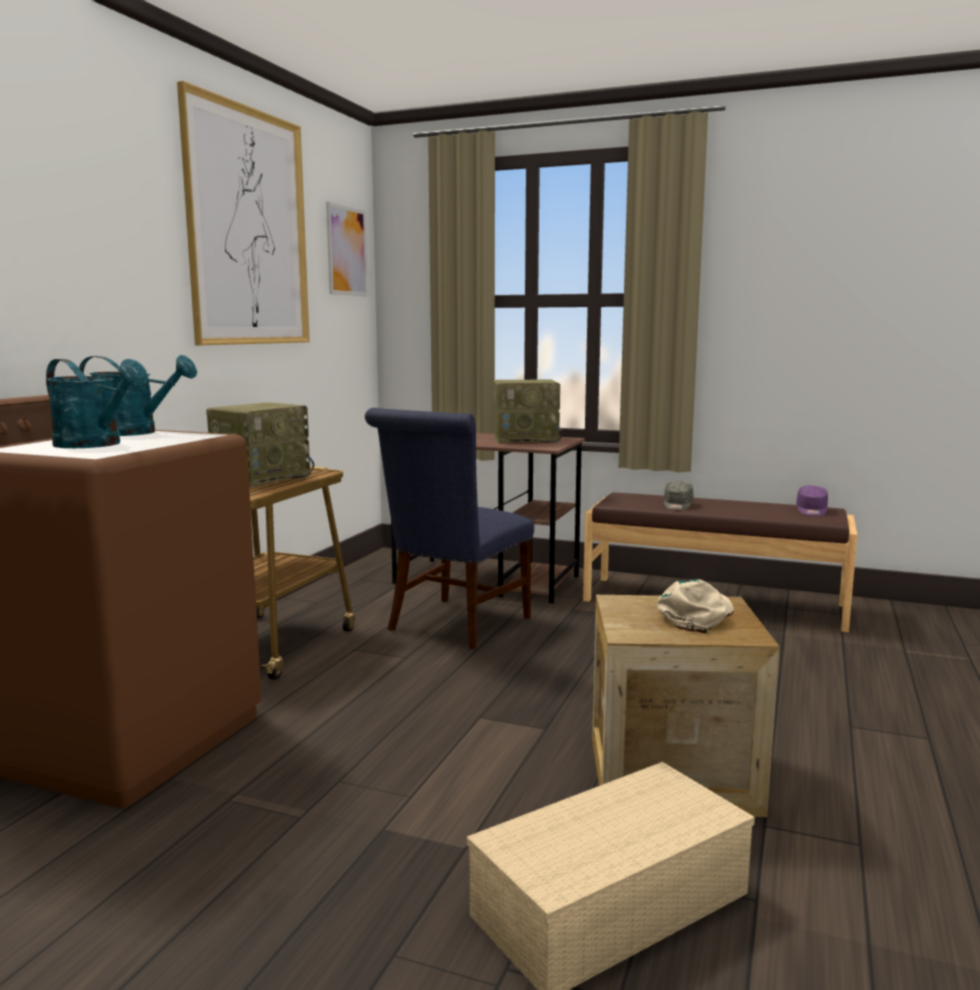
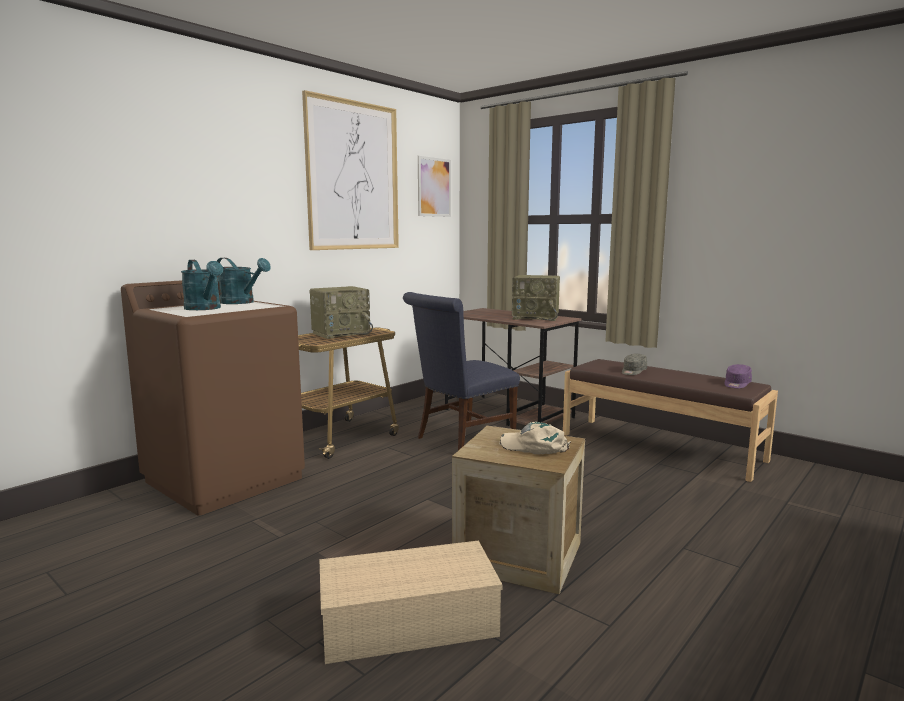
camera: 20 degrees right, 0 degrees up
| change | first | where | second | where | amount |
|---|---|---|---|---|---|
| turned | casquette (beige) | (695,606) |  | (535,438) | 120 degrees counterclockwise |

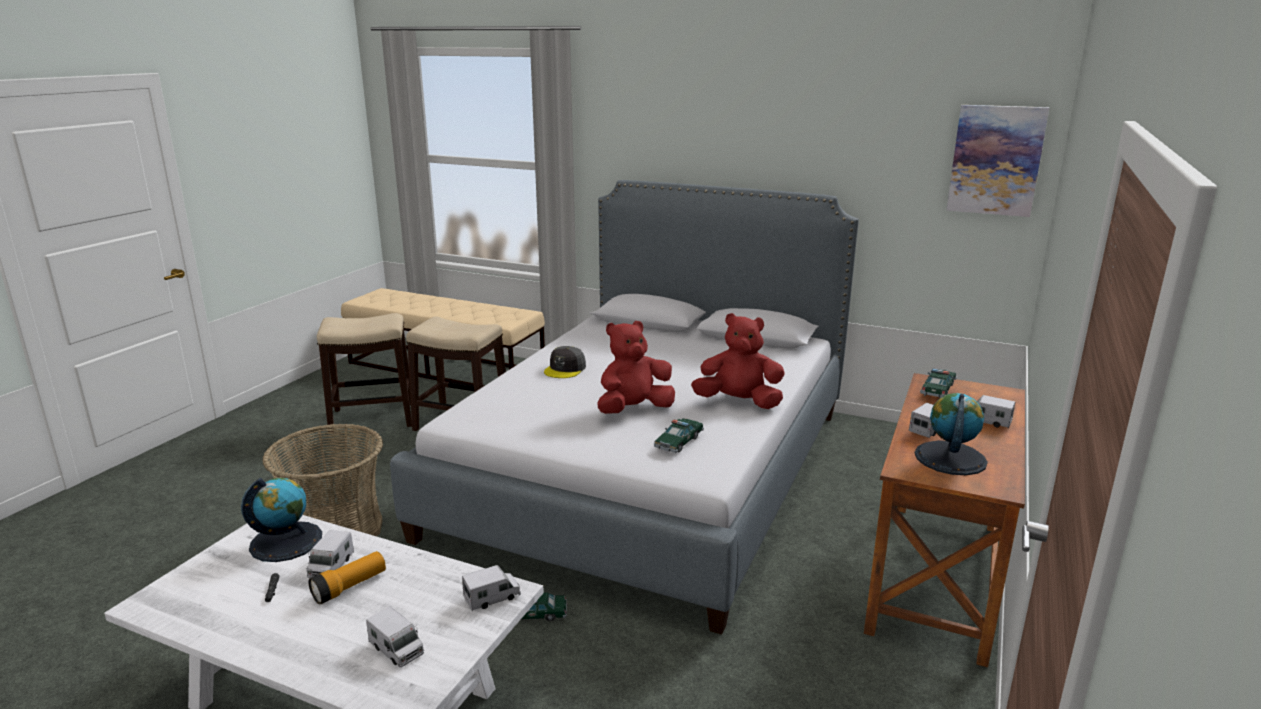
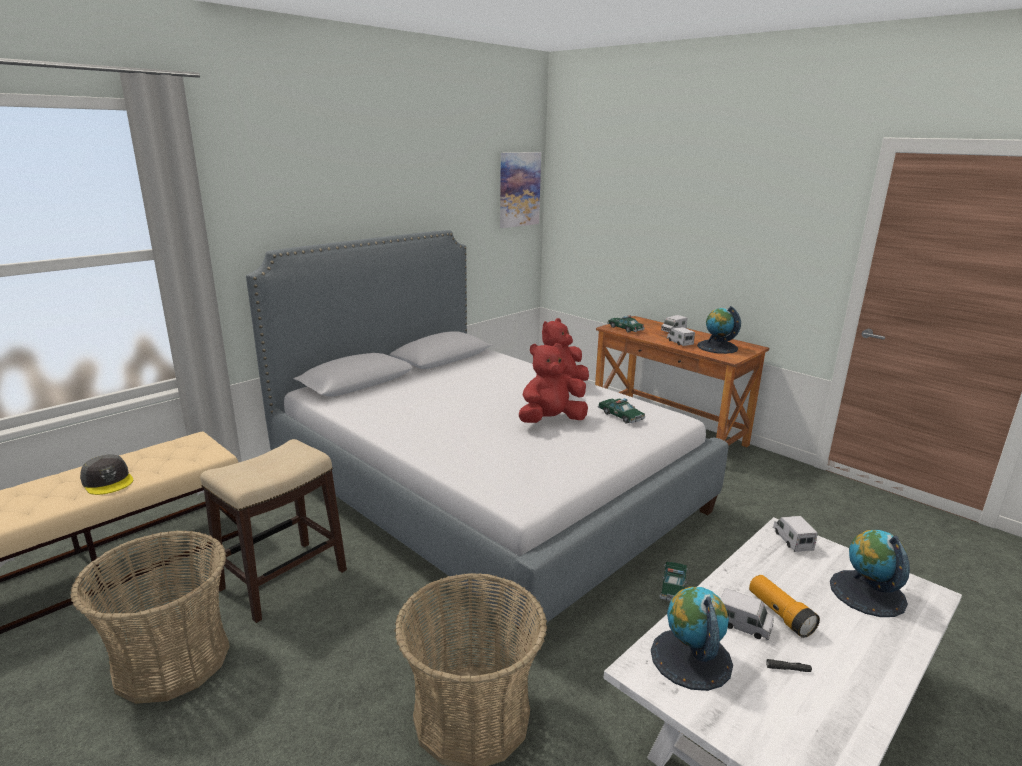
camera: 70 degrees left, 0 degrees up
| change | first | where | second | where | amount |
|---|---|---|---|---|---|
| replaced | tabouret | (364,372) | panier | (150,617) |  |
| turned | peluche (rouge) | (636,367) |  | (553,383) | 75 degrees clockwise |
| moved | casquette (gris) | (565,362) |  | (106,474) |  |
| replaced | camion jouet | (395,637) | globe | (870,573) |  |

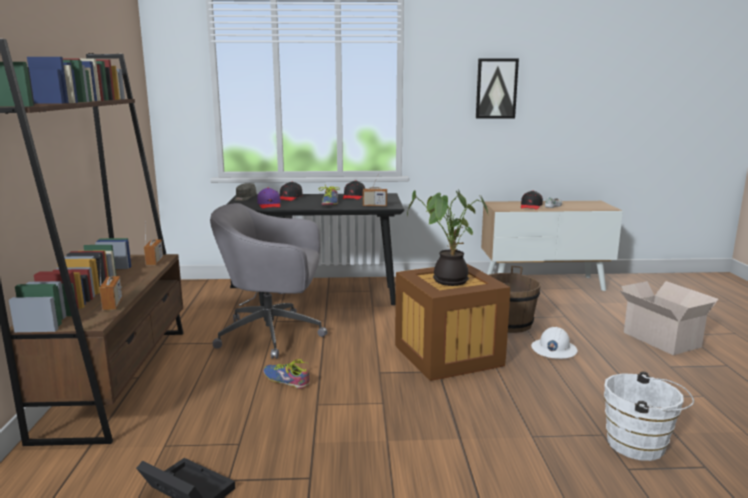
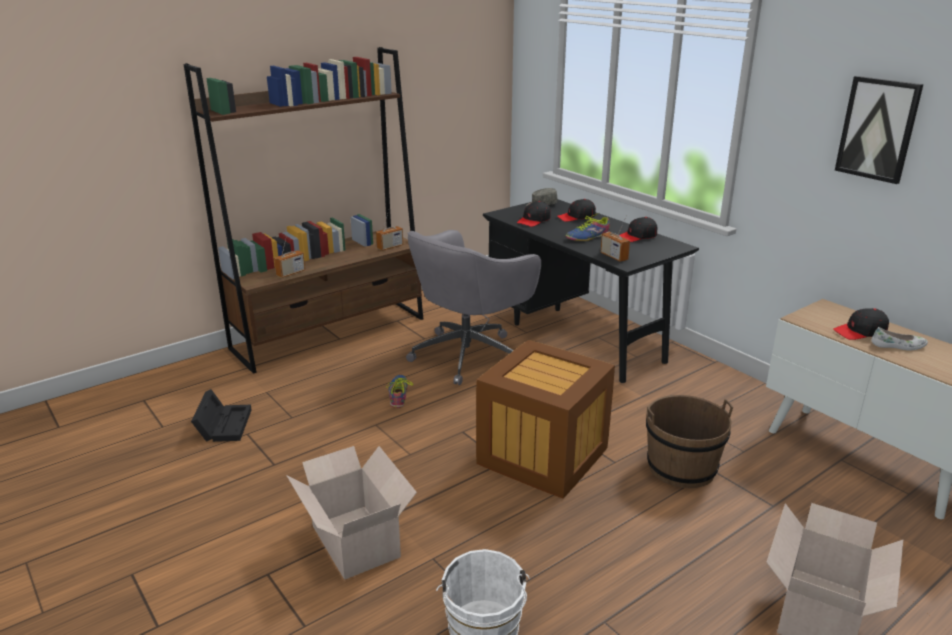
camera: 55 degrees right, 10 degrees up
| change | first | where | second | where | amount |
|---|---|---|---|---|---|
| recoloured | casquette (violet) | (269,198) | casquette (noir) | (534,214) |  |
| removed | plante en pot | (448,237) |  |  |  |
| turned | chaise de bureau (gris) | (269,281) |  | (473,307) | 105 degrees counterclockwise |
| removed | casque de chantier (blanc) | (554,343) |  |  |  |
| added |  |  | carton | (352,513) |  |

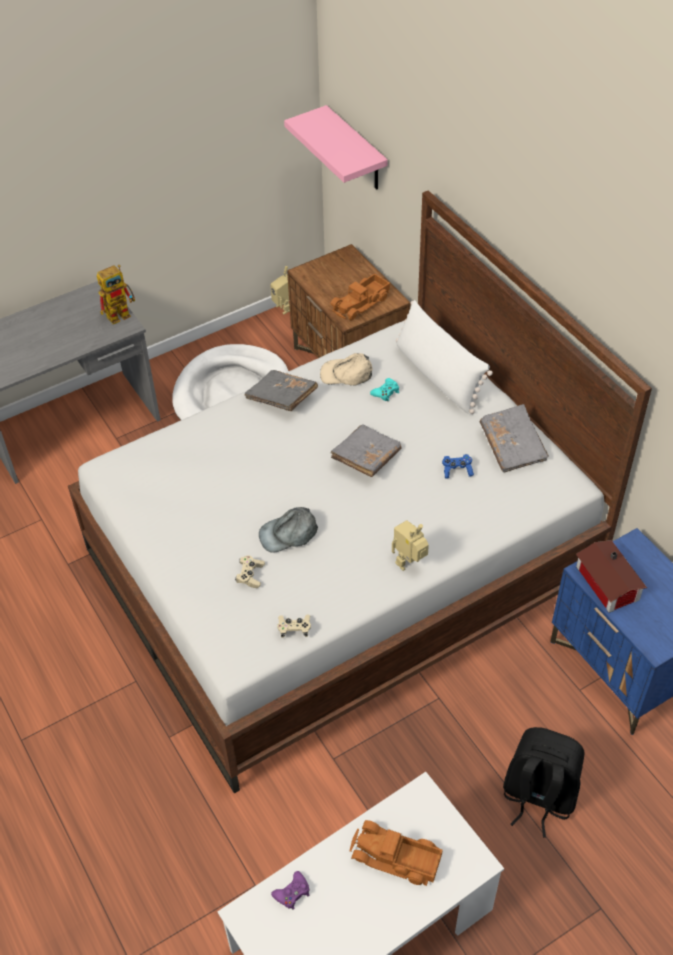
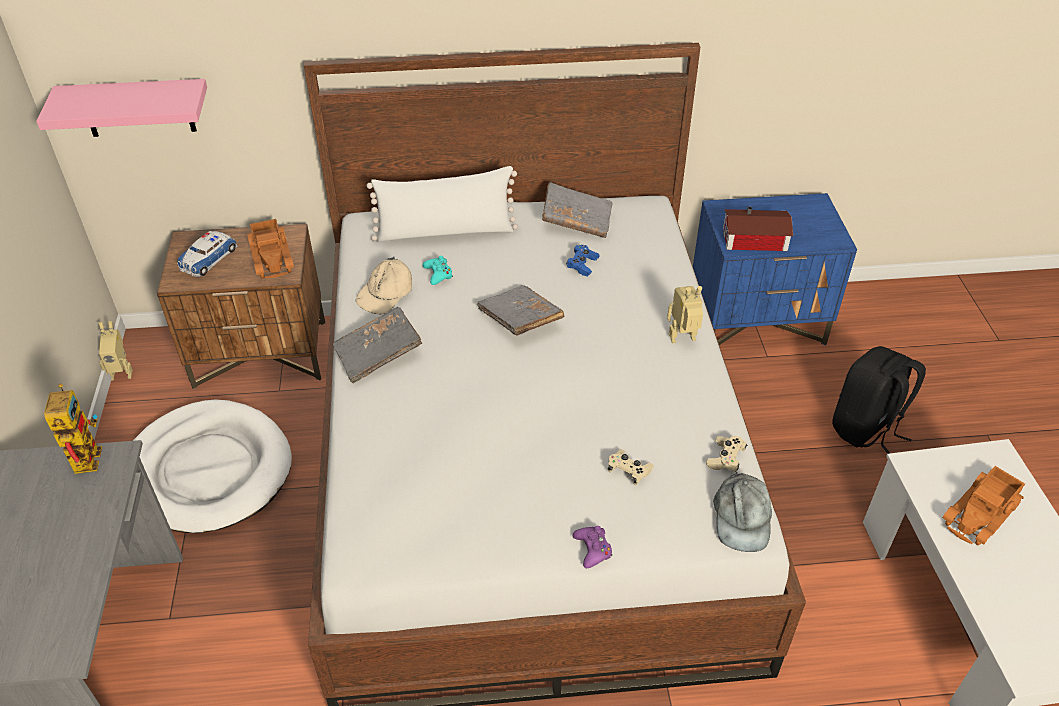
camera: 65 degrees left, 5 degrees down
| change | first | where | second | where | amount |
|---|---|---|---|---|---|
| moved | casquette (gris) | (288,530) |  | (742,512) |  |
| turned | robot jouet | (410,545) |  | (685,314) | 90 degrees clockwise |
| moved | manette (violet) | (290,890) |  | (592,547) |  |
| added |  |  | petite voiture | (207,254) |  |

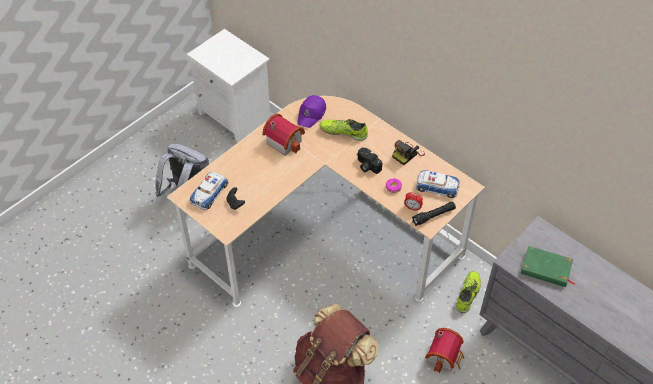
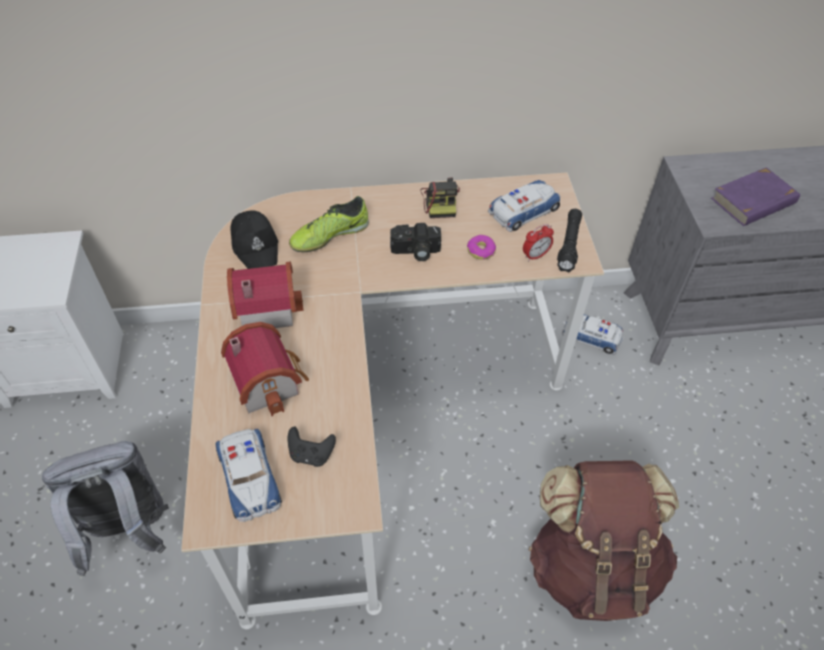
camera: 50 degrees left, 0 degrees up
| change | first | where | second | where | amount |
|---|---|---|---|---|---|
| recoloured | casquette (violet) | (311,111) | casquette (noir) | (254,239) |  |
| recoloured | livre (vert) | (548,266) | livre (violet) | (755,196) |  |
| replaced | chaussure | (468,292) | petite voiture | (592,334) |  |
| moved | maison miniature | (444,350) |  | (265,369) |  |

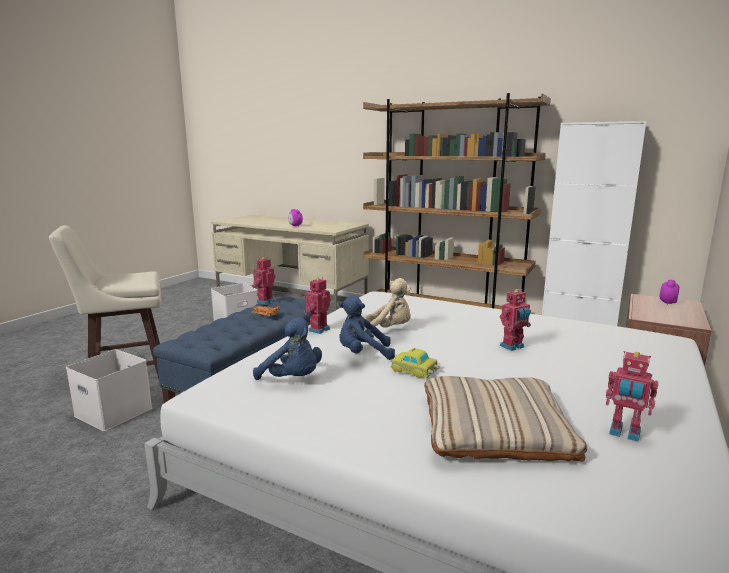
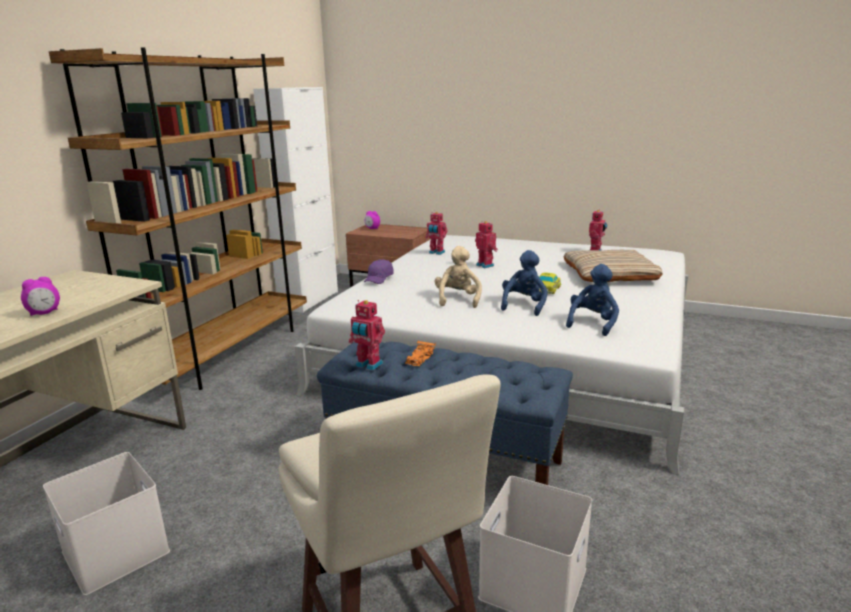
camera: 95 degrees left, 5 degrees up
| change | first | where | second | where | amount |
|---|---|---|---|---|---|
| moved | robot jouet | (317,305) |  | (436,233) |  |
| turned | peluche (bleu) | (367,328) |  | (524,283) | 150 degrees counterclockwise |
| added |  |  | casquette (violet) | (378,271) |  |

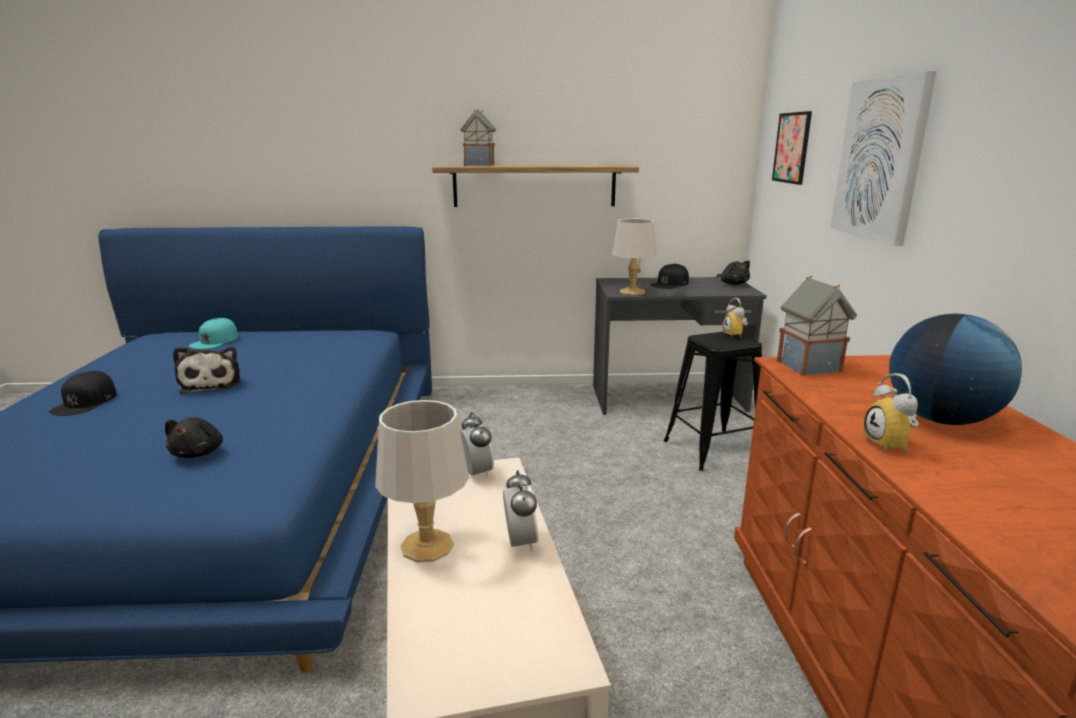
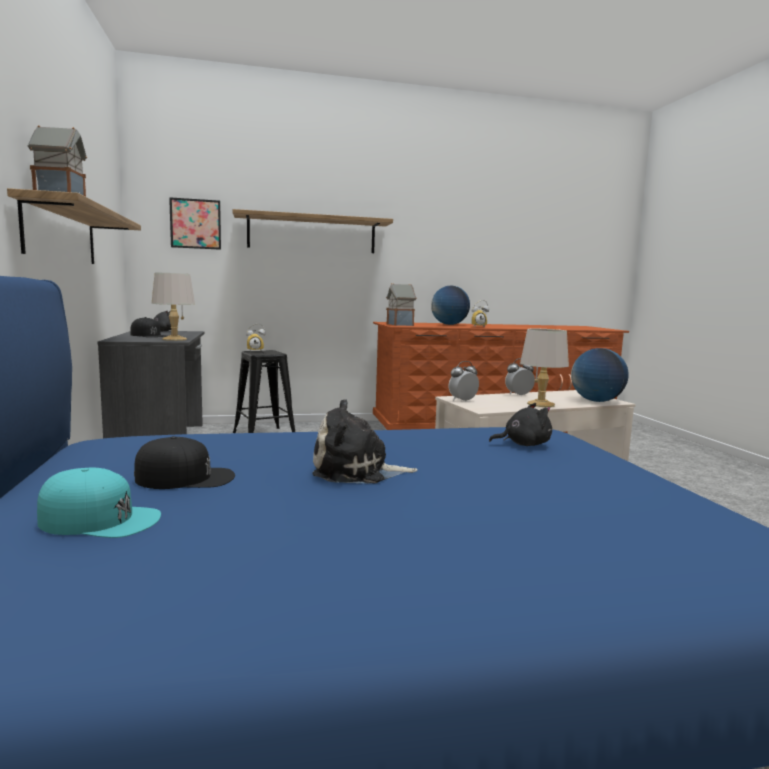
camera: 100 degrees left, 10 degrees down
| change | first | where | second | where | amount |
|---|---|---|---|---|---|
| replaced | tableau | (883,158) | étagère | (313,231) |  |
| turned | peluche | (207,370) |  | (364,441) | 150 degrees counterclockwise |
| moved | casquette (noir) | (83,393) |  | (184,462) |  |
| added |  |  | globe | (600,375) |  |

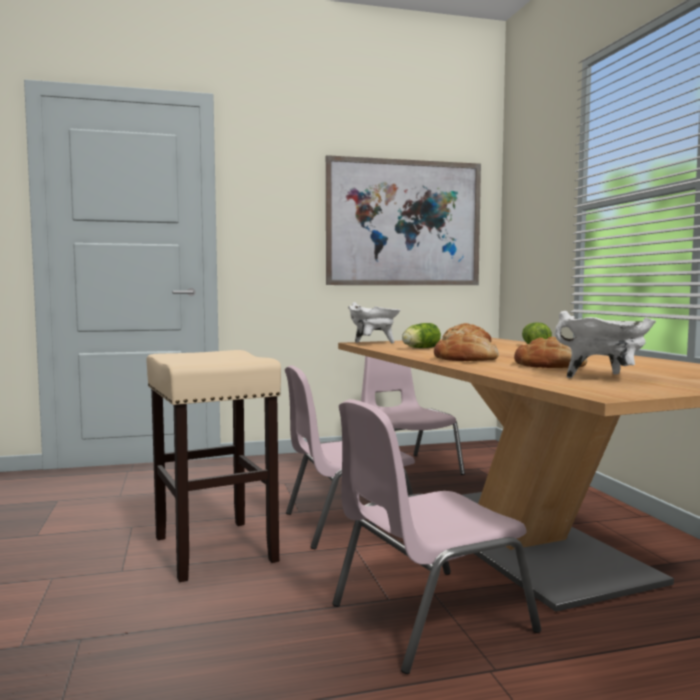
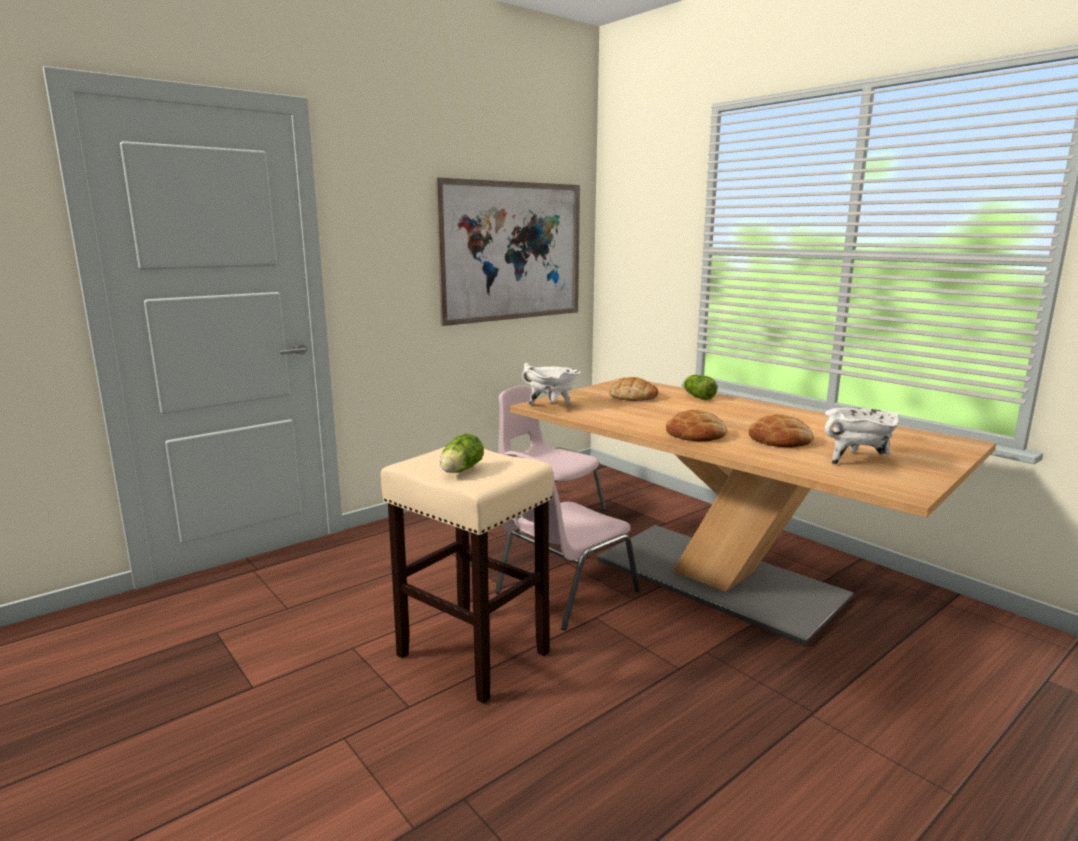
camera: 25 degrees left, 10 degrees up
| change | first | where | second | where | amount |
|---|---|---|---|---|---|
| moved | laitue | (421,335) |  | (462,453) |  |
| removed | chaise (rose) | (436,536) |  |  |  |

